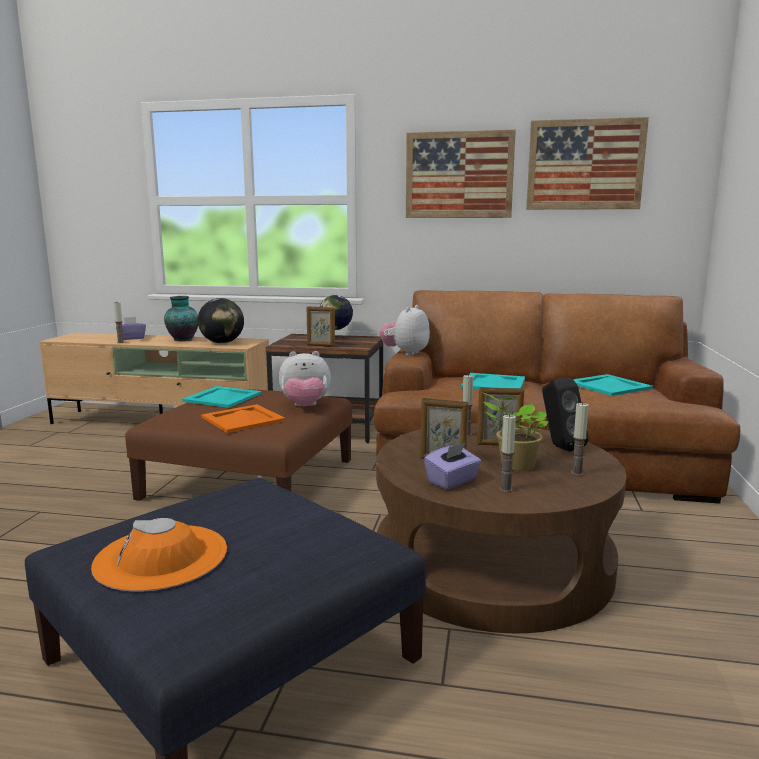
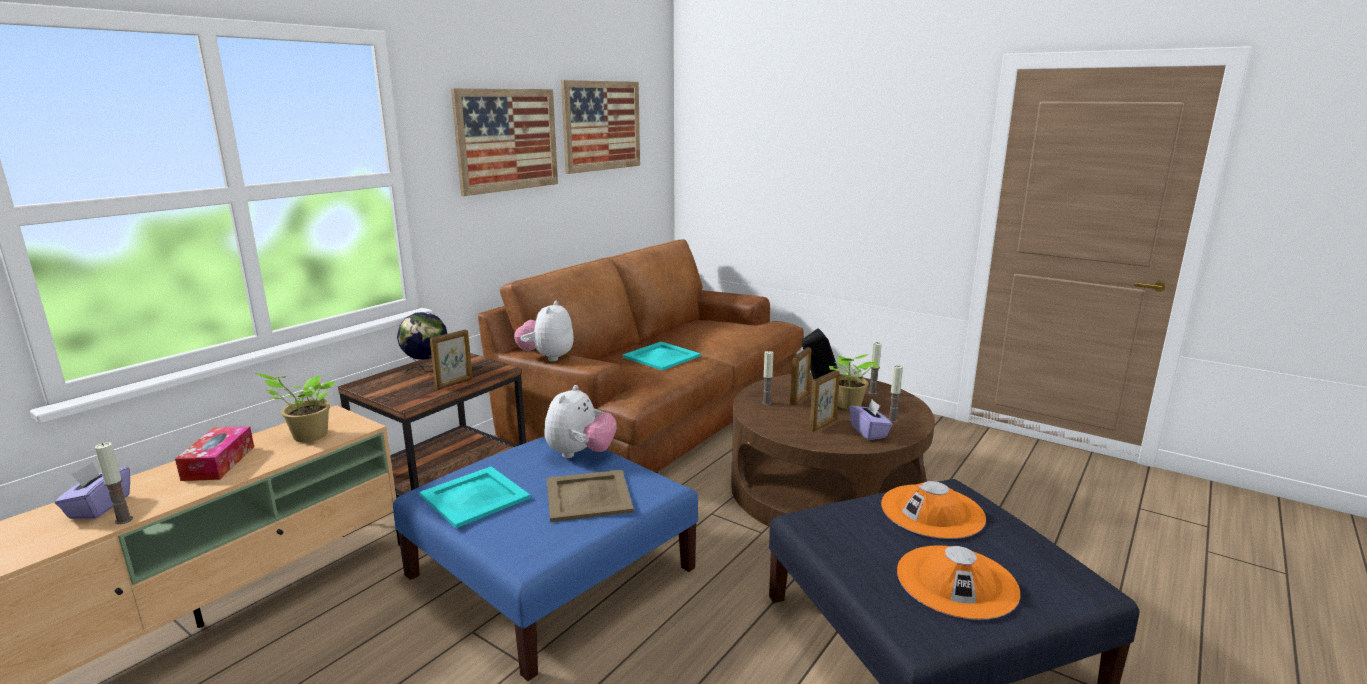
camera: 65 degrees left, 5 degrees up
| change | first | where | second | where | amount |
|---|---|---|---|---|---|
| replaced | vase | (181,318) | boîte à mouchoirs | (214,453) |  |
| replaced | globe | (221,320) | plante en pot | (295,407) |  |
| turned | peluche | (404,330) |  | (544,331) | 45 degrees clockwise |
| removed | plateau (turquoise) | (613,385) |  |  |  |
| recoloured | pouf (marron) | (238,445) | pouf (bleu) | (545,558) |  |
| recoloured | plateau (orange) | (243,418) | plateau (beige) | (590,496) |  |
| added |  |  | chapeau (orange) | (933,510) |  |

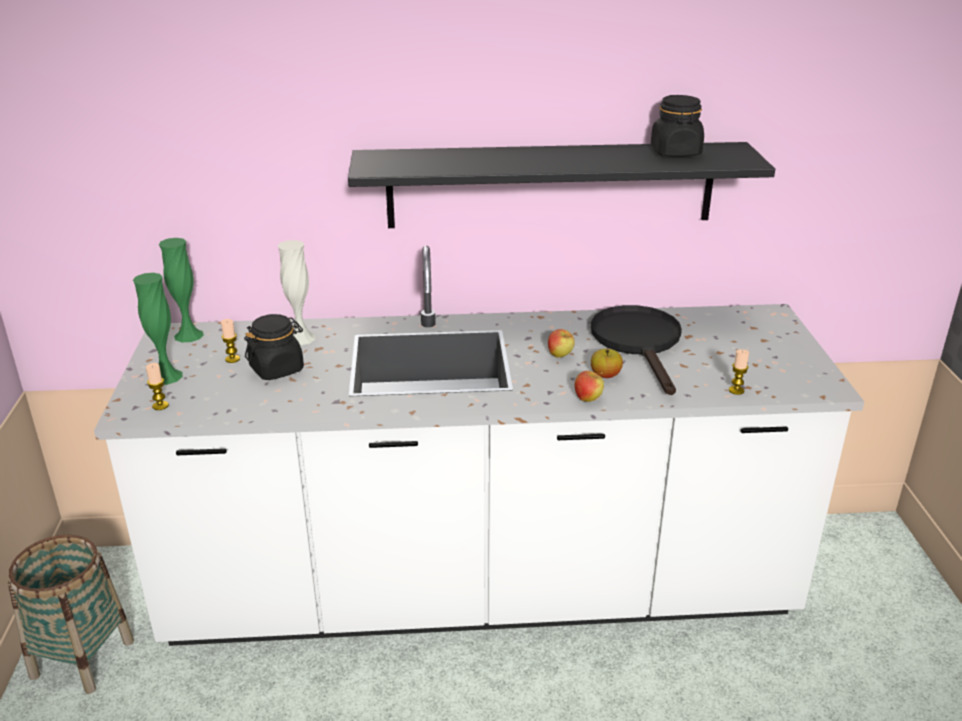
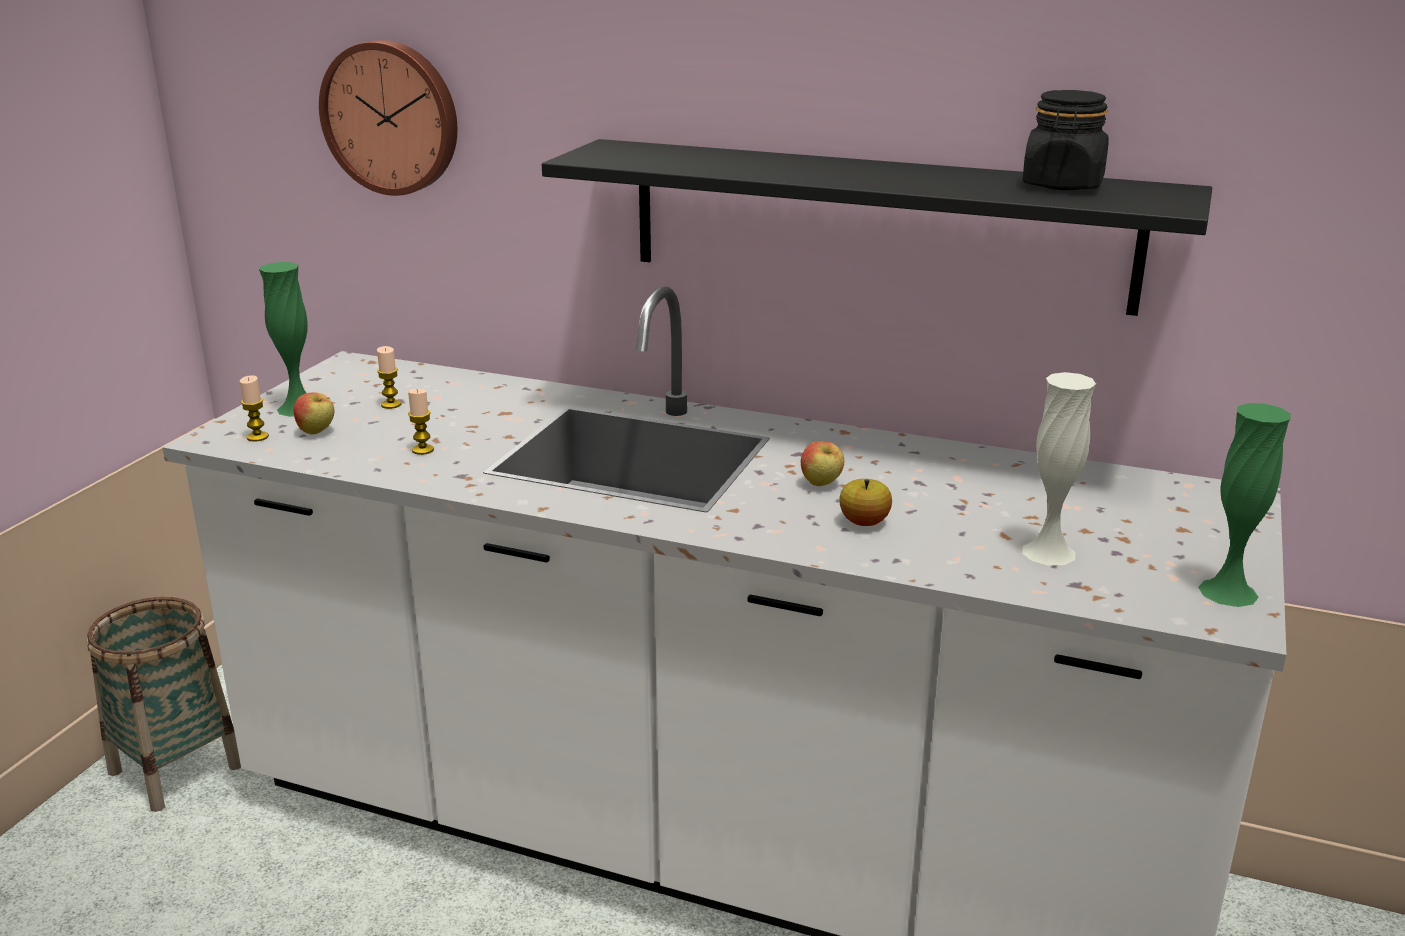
camera: 25 degrees right, 5 degrees down
| change | first | where | second | where | amount |
|---|---|---|---|---|---|
| moved | vase (vert) | (181,290) |  | (1244,505) |  |
| moved | vase (blanc) | (296,292) |  | (1059,468) |  |
| removed | poêle (noir) | (636,350) |  |  |  |
| removed | bocal (noir) | (274,347) |  |  |  |
| moved | bougie | (739,372) |  | (421,422) |  |
| moved | pomme | (589,386) |  | (314,413) |  |
| added |  |  | horloge murale | (388,118) |  |

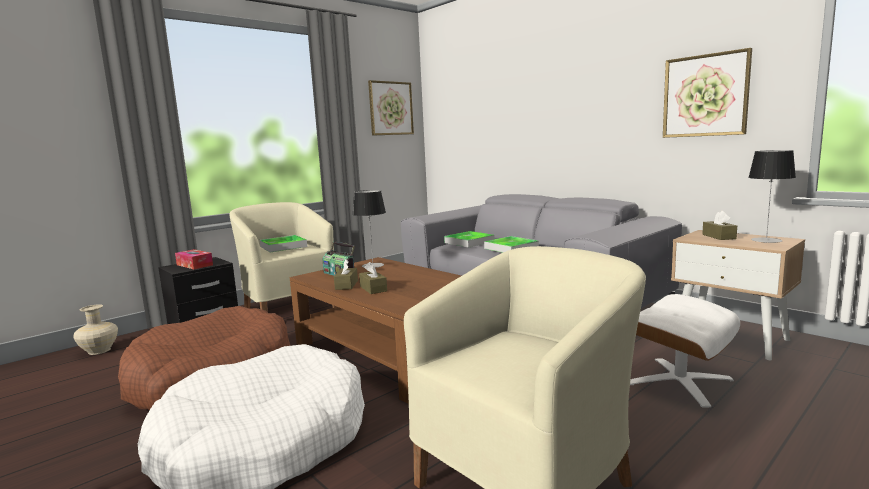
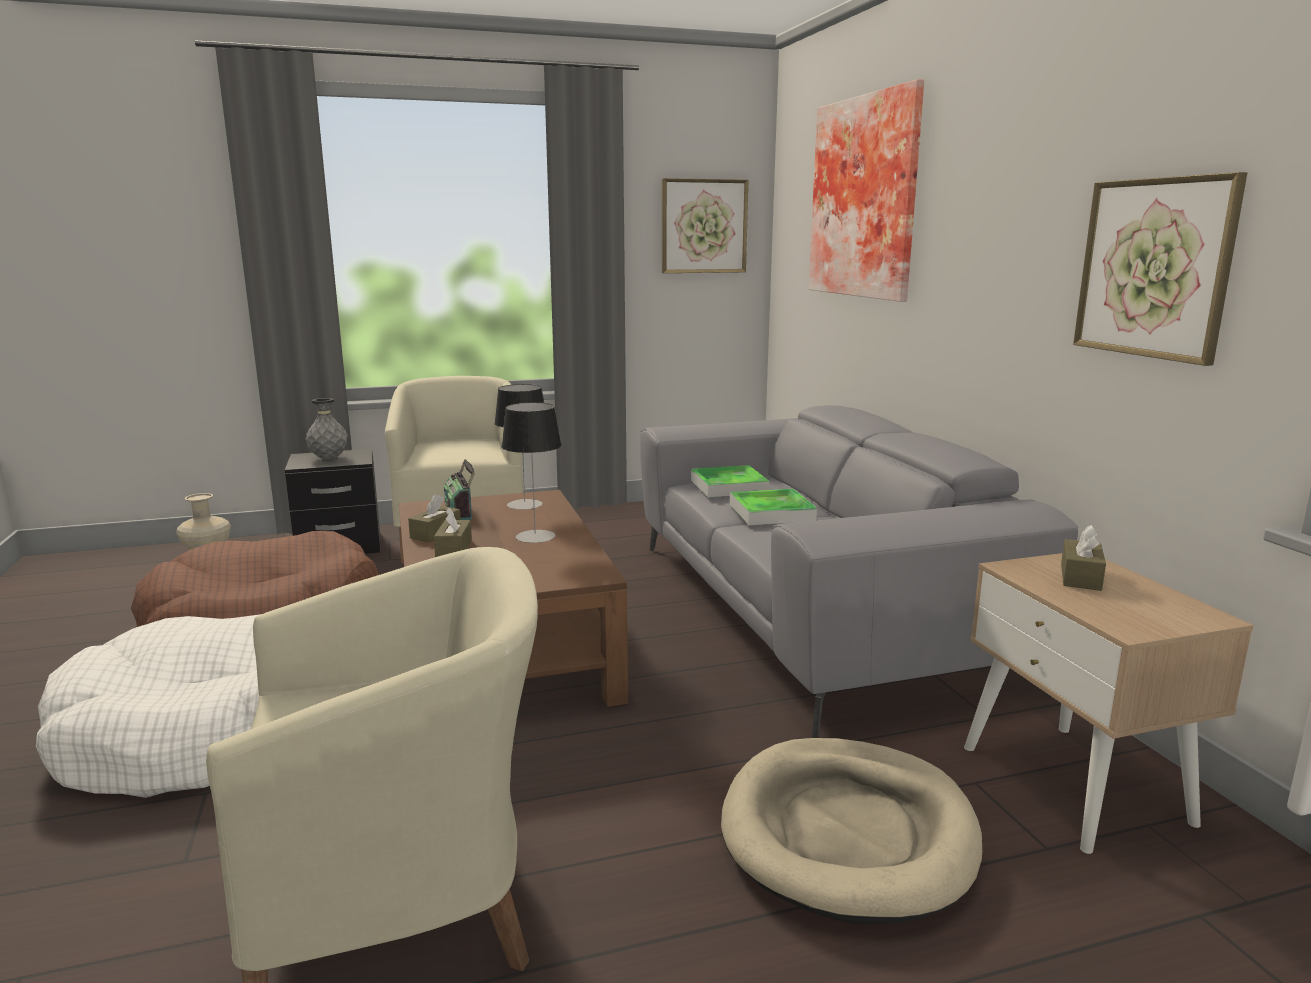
camera: 25 degrees right, 5 degrees up
| change | first | where | second | where | amount |
|---|---|---|---|---|---|
| moved | lampe de table | (772,196) |  | (531,472) |  |
| removed | plateau | (283,243) |  |  |  |
| replaced | boîte à mouchoirs | (194,259) | vase (gris) | (327,428) |  |
| replaced | pouf (blanc) | (685,351) | panier pour chien (beige) | (851,831) |  |
| added |  |  | tableau | (866,190) |  |

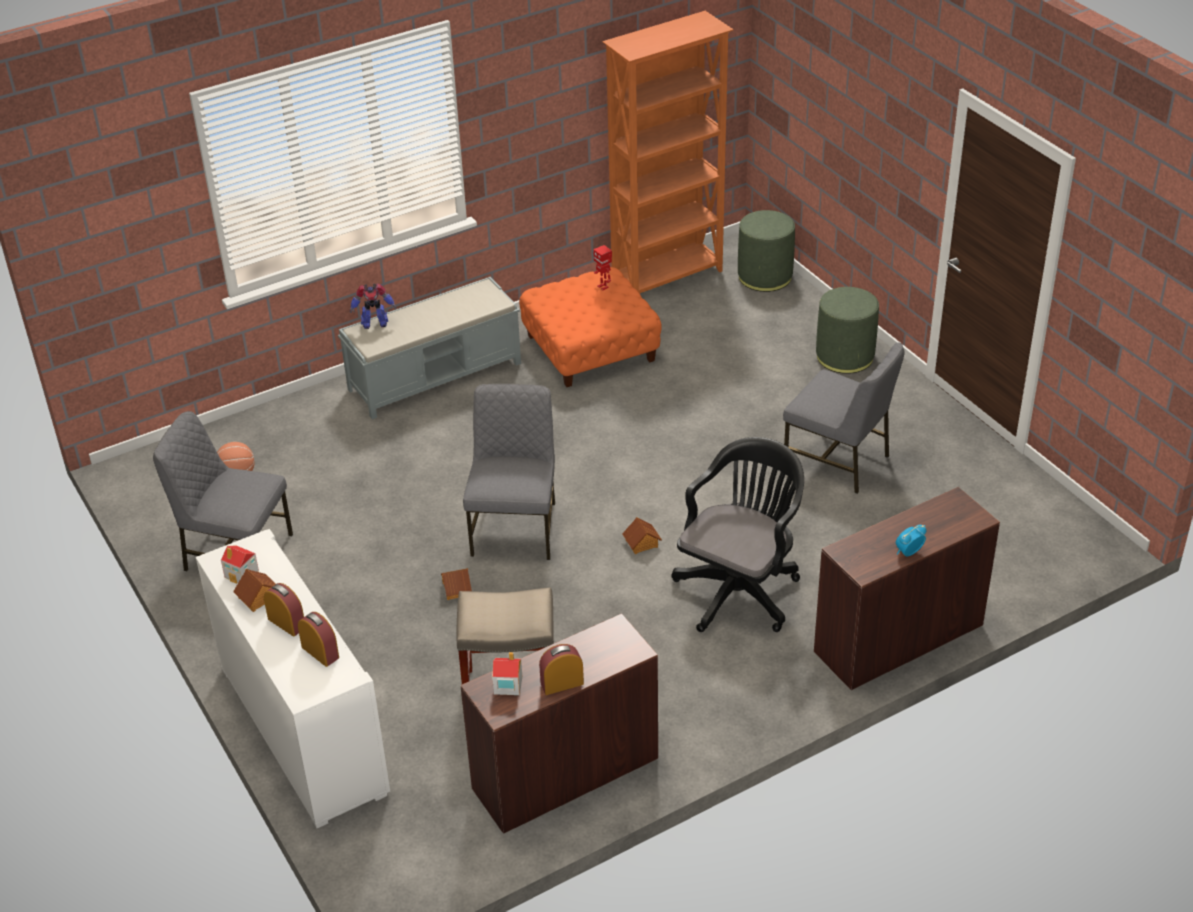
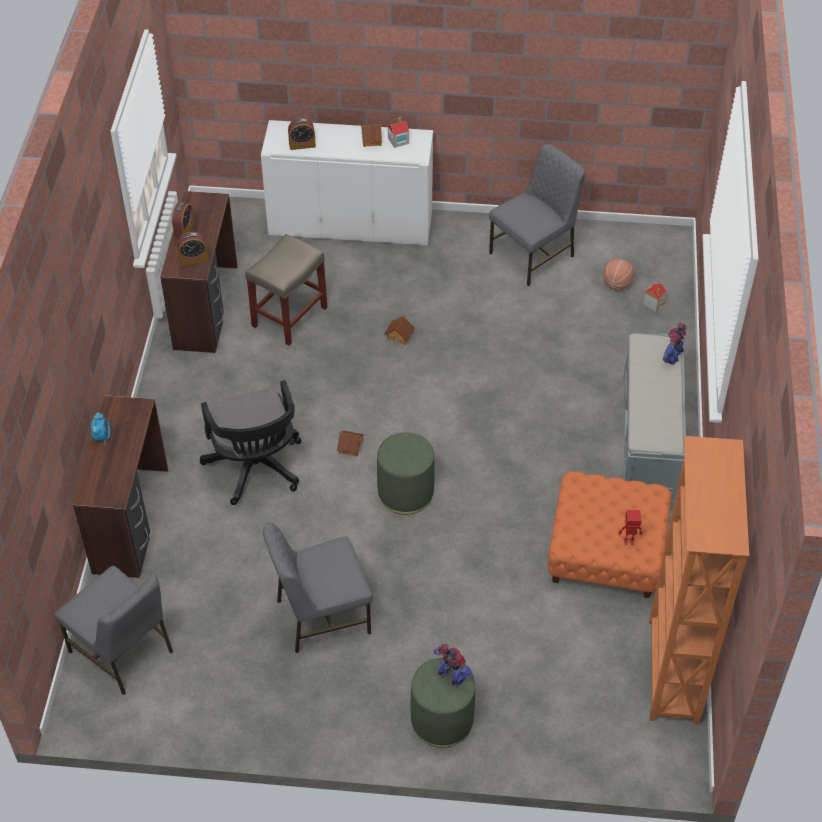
camera: 125 degrees right, 10 degrees up
| change | first | where | second | where | amount |
|---|---|---|---|---|---|
| moved | pouf (vert) | (766,251) |  | (406,473) |  |
| moved | chaise (gris) | (509,472) |  | (114,630) |  |
| moved | réveil | (284,609) |  | (192,248) |  |
| moved | maison miniature | (507,673) |  | (655,297) |  |
| added |  |  | robot jouet | (453,665) |  |

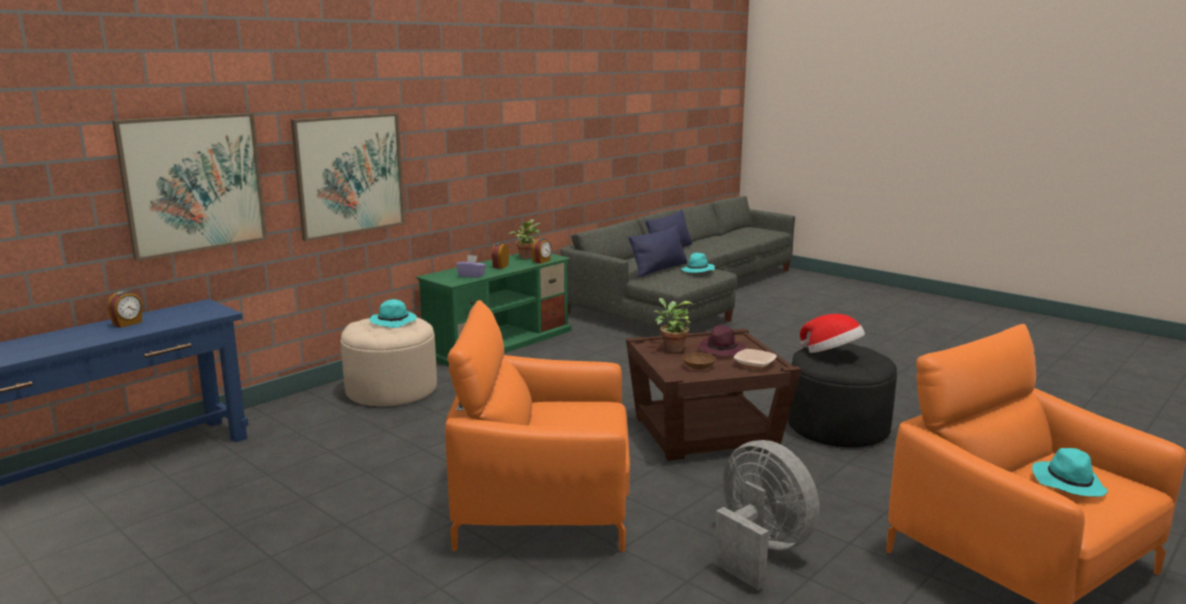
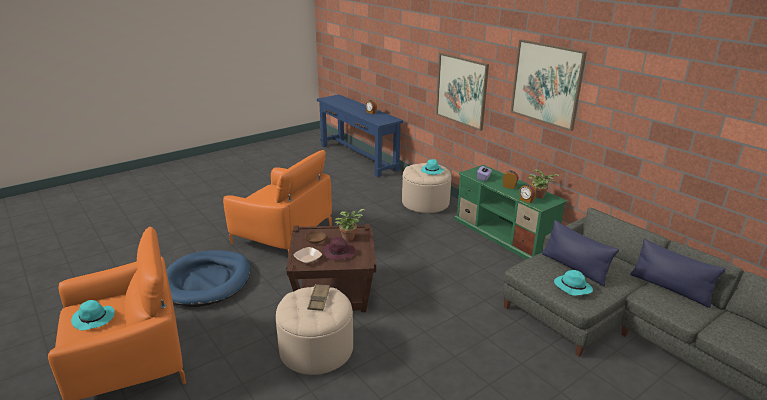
camera: 100 degrees right, 10 degrees up
| change | first | where | second | where | amount |
|---|---|---|---|---|---|
| moved | tableau | (189,187) |  | (549,85) |  |
| turned | fauteuil (orange) | (537,426) |  | (277,202) | 105 degrees clockwise |
| replaced | chapeau | (832,333) | plateau (marron) | (319,297) |  |
| recoloured | pouf (noir) | (842,395) | pouf (beige) | (314,331) |  |
| replaced | ventilateur (gris) | (766,515) | panier pour chien (bleu) | (208,278) |  |

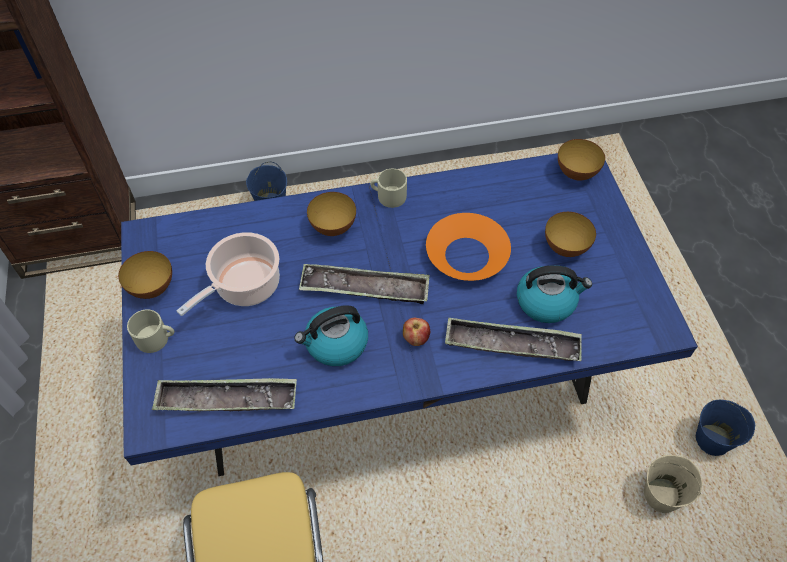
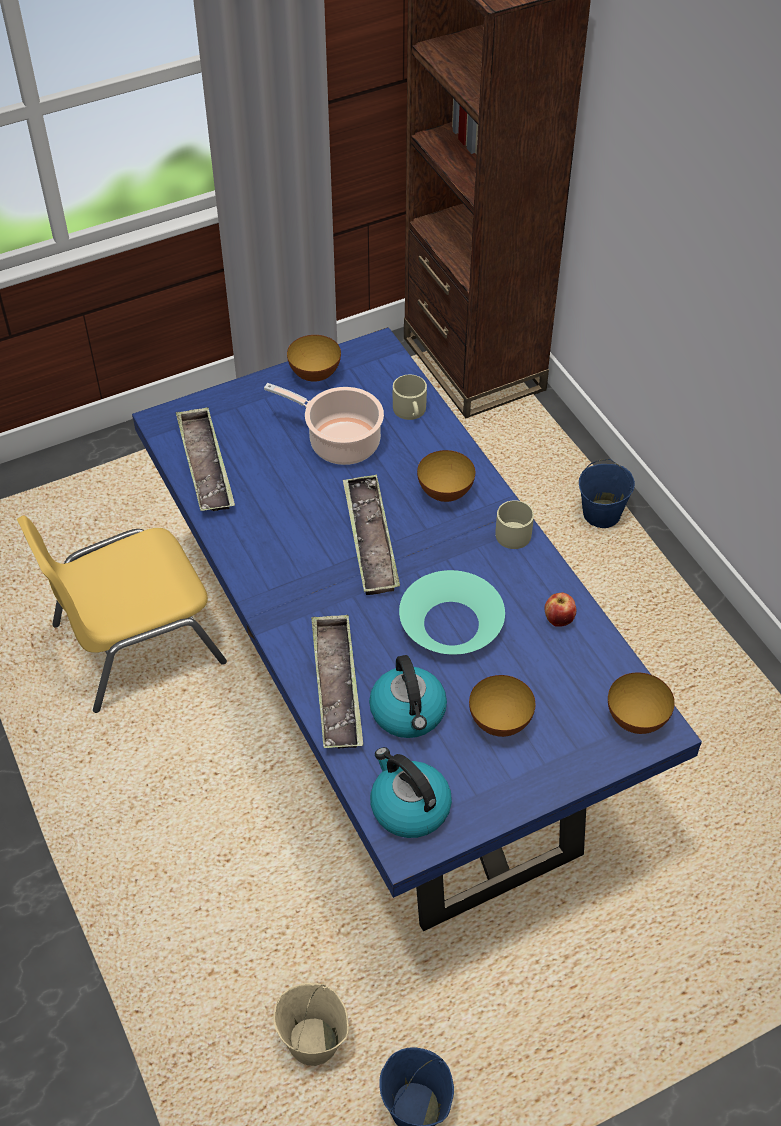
camera: 75 degrees right, 5 degrees down
| change | first | where | second | where | amount |
|---|---|---|---|---|---|
| recoloured | bol (orange) | (468,247) | bol (turquoise) | (452,612) |  |
| moved | bouilloire | (331,335) |  | (411,792) |  |
| moved | mug (beige) | (150,331) |  | (410,397) |  |
| moved | pomme | (416,332) |  | (560,610) |  |

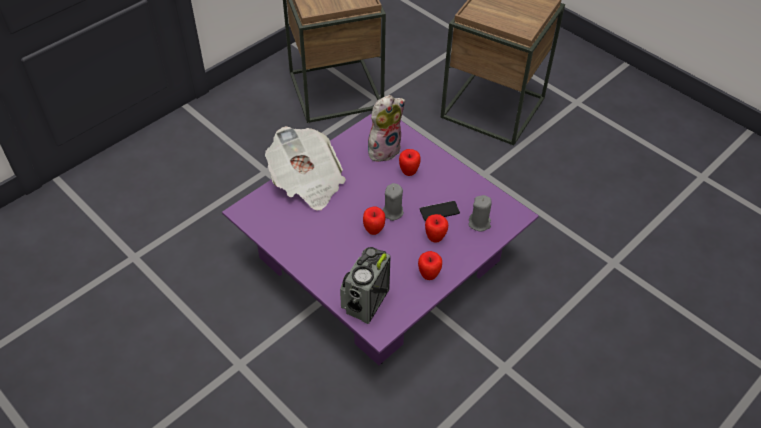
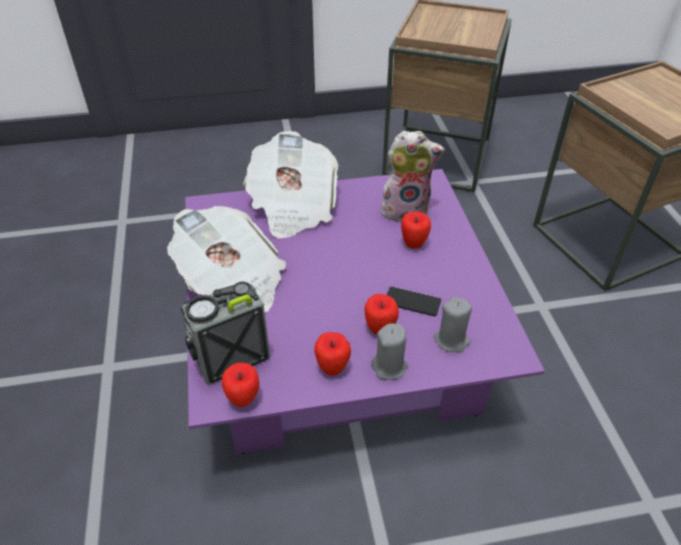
camera: 35 degrees right, 5 degrees down
| change | first | where | second | where | amount |
|---|---|---|---|---|---|
| moved | bougie (gris) | (393,202) |  | (389,351) |  |
| moved | pomme | (374,220) |  | (240,384) |  |
| added |  |  | journal | (226,259) |  |

